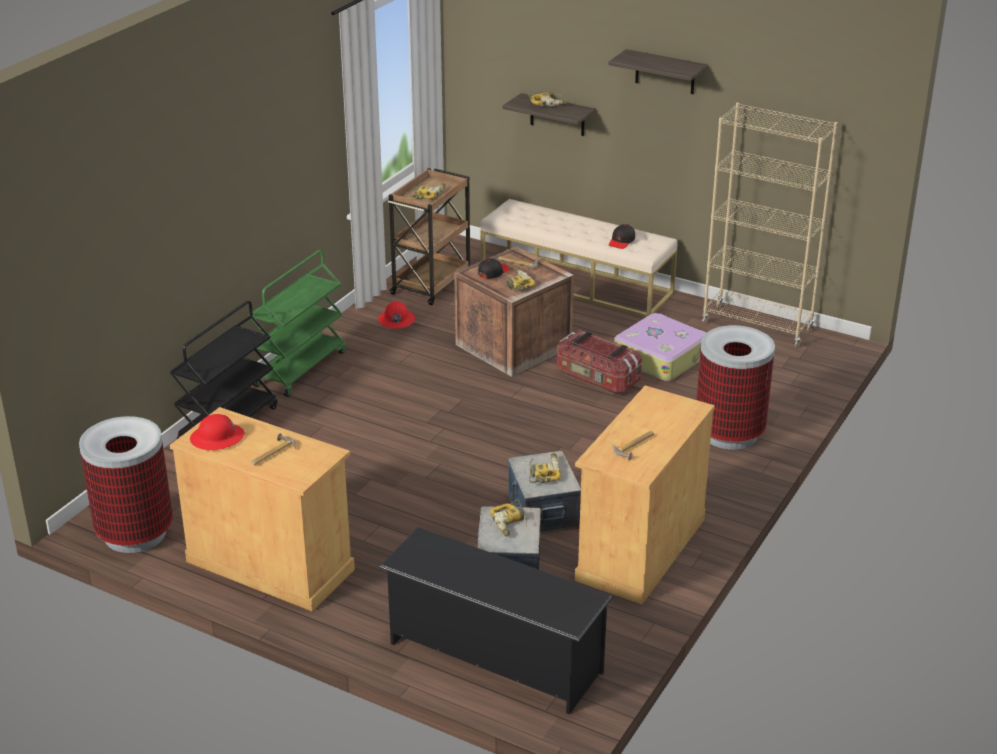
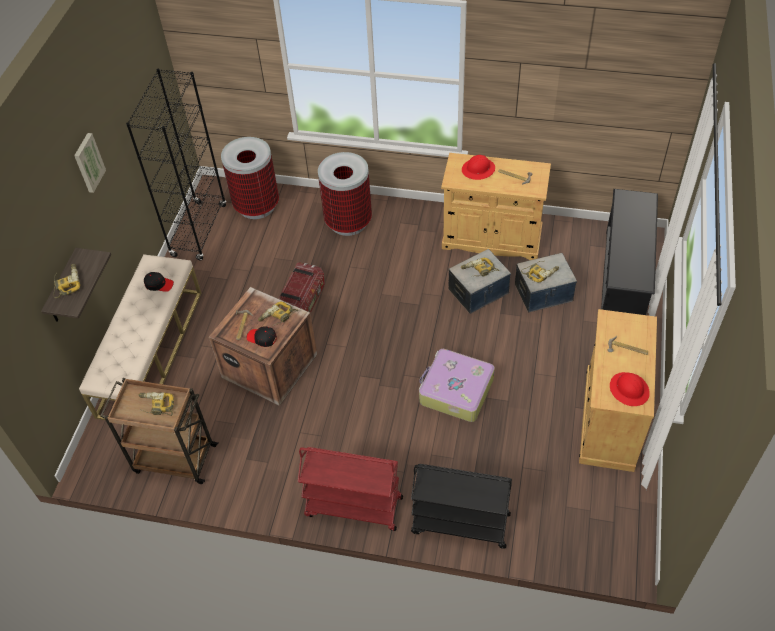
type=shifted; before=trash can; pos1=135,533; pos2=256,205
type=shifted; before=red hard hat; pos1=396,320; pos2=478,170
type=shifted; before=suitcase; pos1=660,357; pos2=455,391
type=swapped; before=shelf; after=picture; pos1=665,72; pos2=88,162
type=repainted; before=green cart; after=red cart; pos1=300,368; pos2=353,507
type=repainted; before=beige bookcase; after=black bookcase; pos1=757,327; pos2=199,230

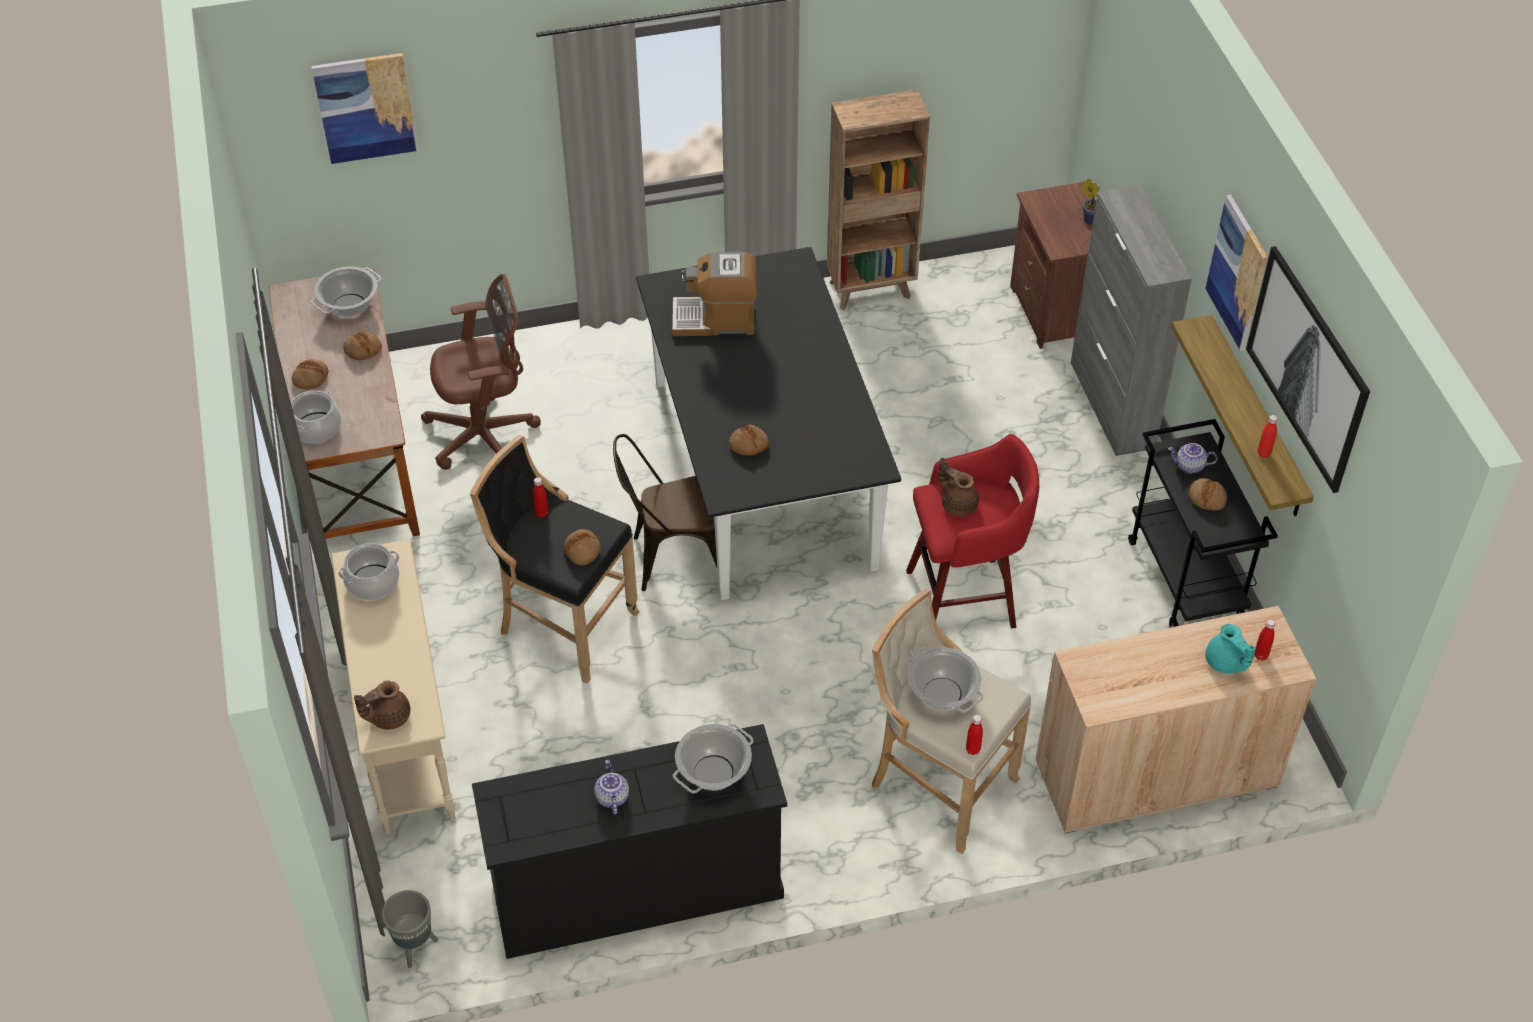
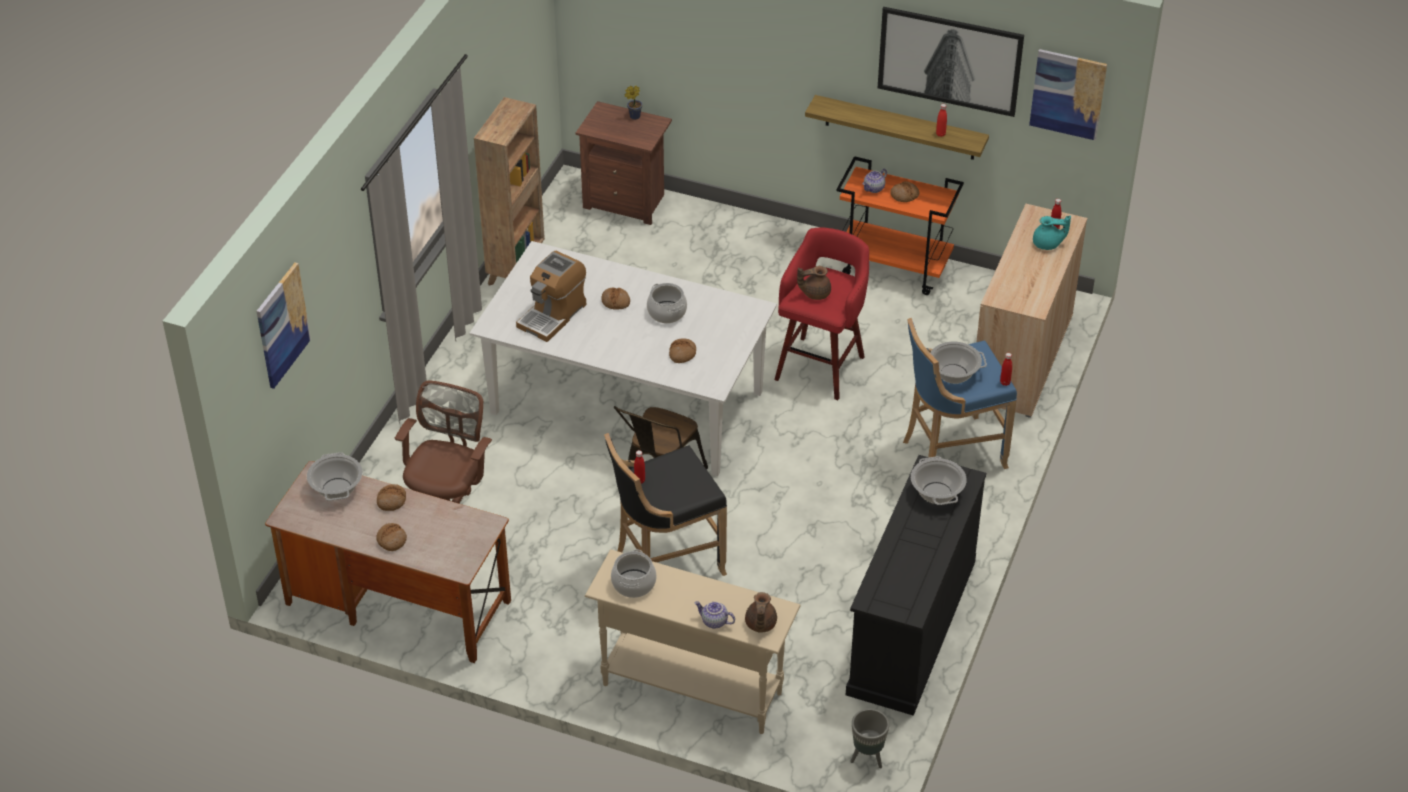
type=gone; before=grey cabinet; pos1=1112,405
type=shifted; before=cooking pot; pos1=316,427; pos2=666,312
type=shifted; before=bread; pos1=582,550; pos2=615,301
type=shifted; before=teapot; pos1=611,797; pos2=714,622
type=shifted; before=picture; pos1=1237,272; pos2=1068,94
type=repainted; before=black dining table; after=white dining table; pos1=764,472; pos2=627,402
type=repainted; before=beige stool; after=blue stool; pos1=937,784; pos2=950,452
type=repainted; before=black cart; after=orange cart; pos1=1186,579; pos2=895,267

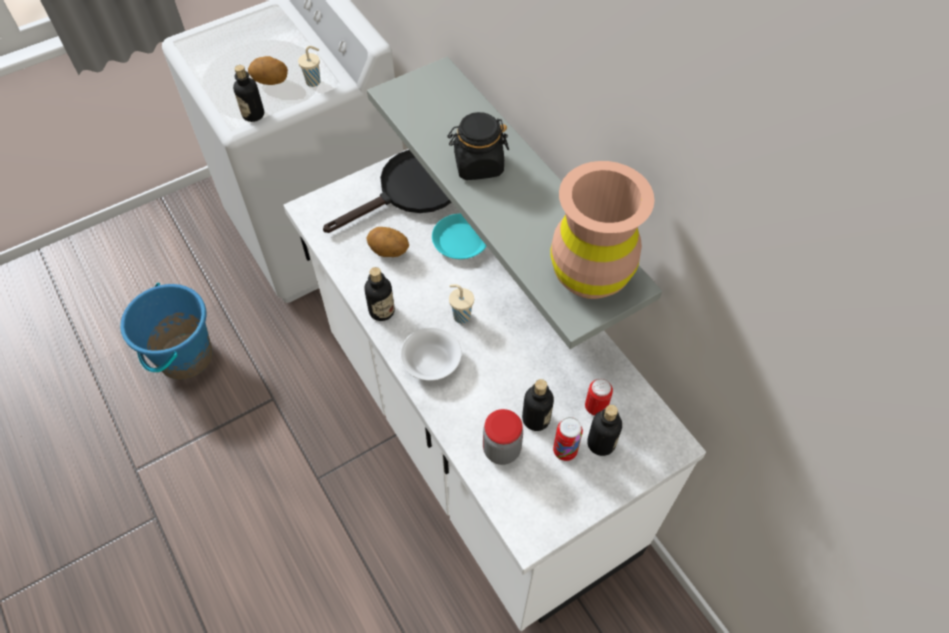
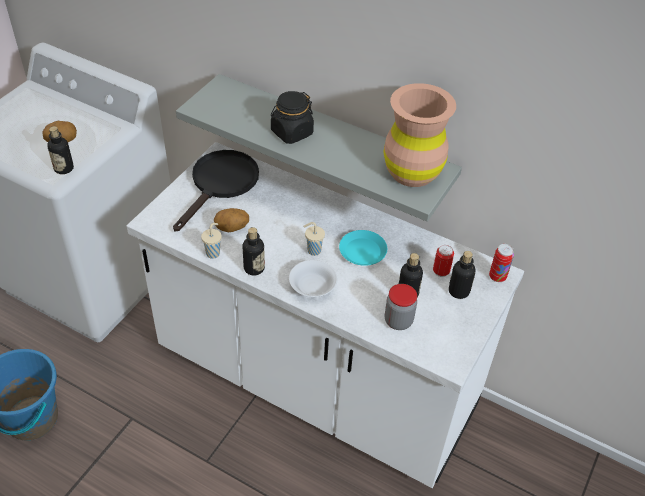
type=shifted; before=beige cup; pos1=314,81; pos2=213,253
type=shifted; before=turquoise plate; pos1=460,240; pos2=363,251
type=shifted; before=can; pos1=565,451; pos2=497,277

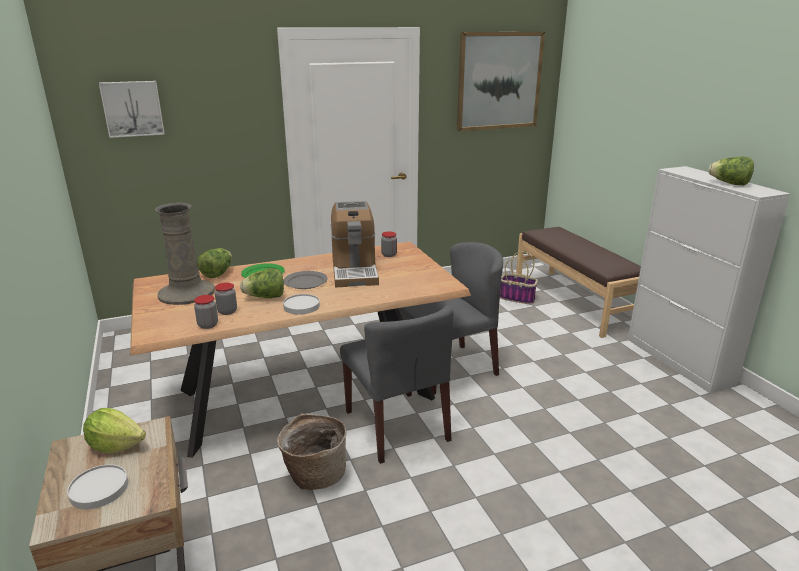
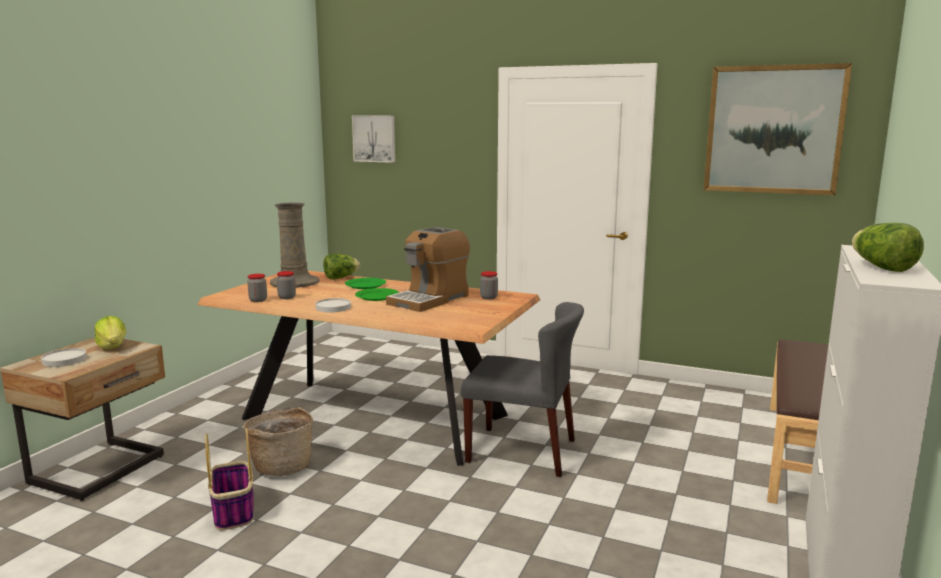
type=gone; before=lettuce; pos1=265,297
type=gone; before=grey chair; pos1=397,426
type=shifted; before=basket; pos1=517,298; pos2=233,512
type=repainted; before=grey plate; after=green plate; pos1=305,282; pos2=377,296

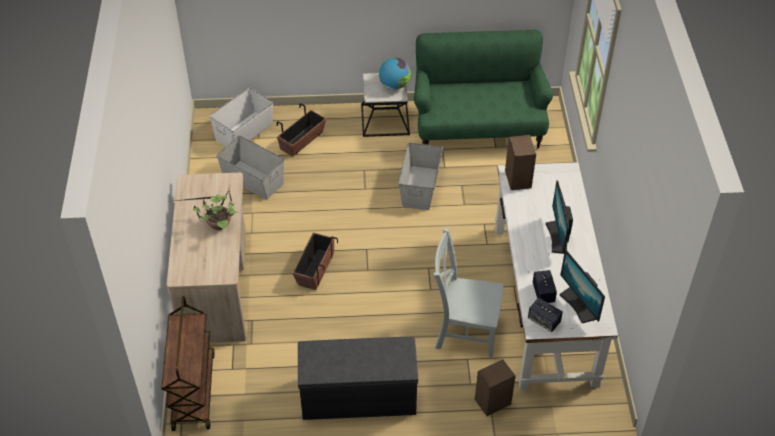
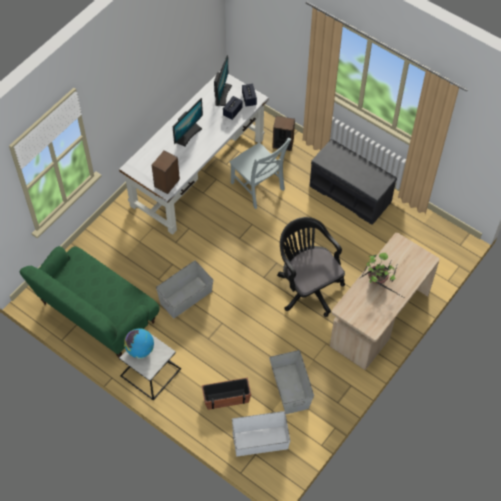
type=gone; before=brown cart; pos1=193,390
type=swapped; before=planter; after=black office chair; pos1=315,269; pos2=307,286

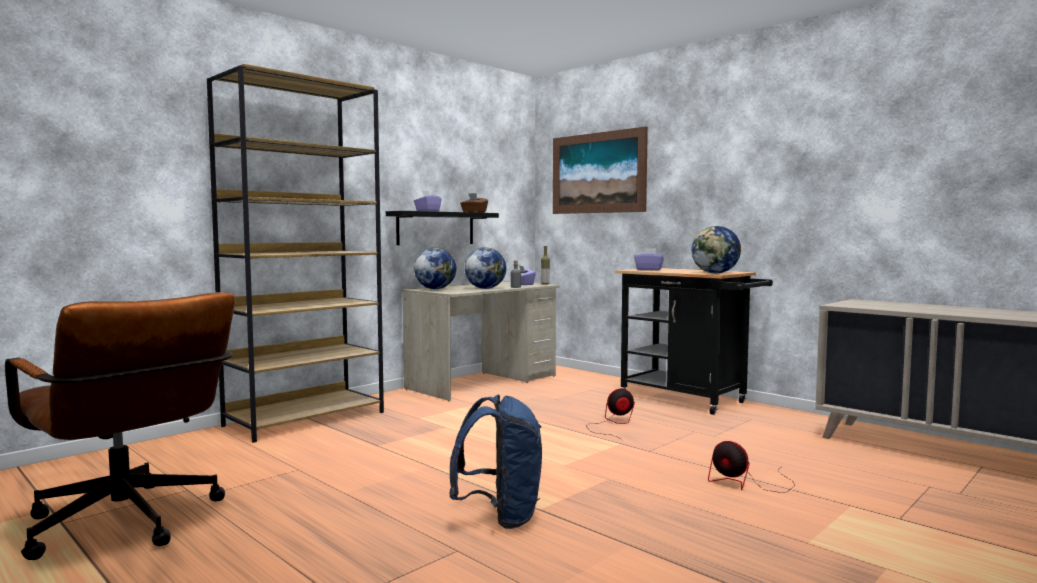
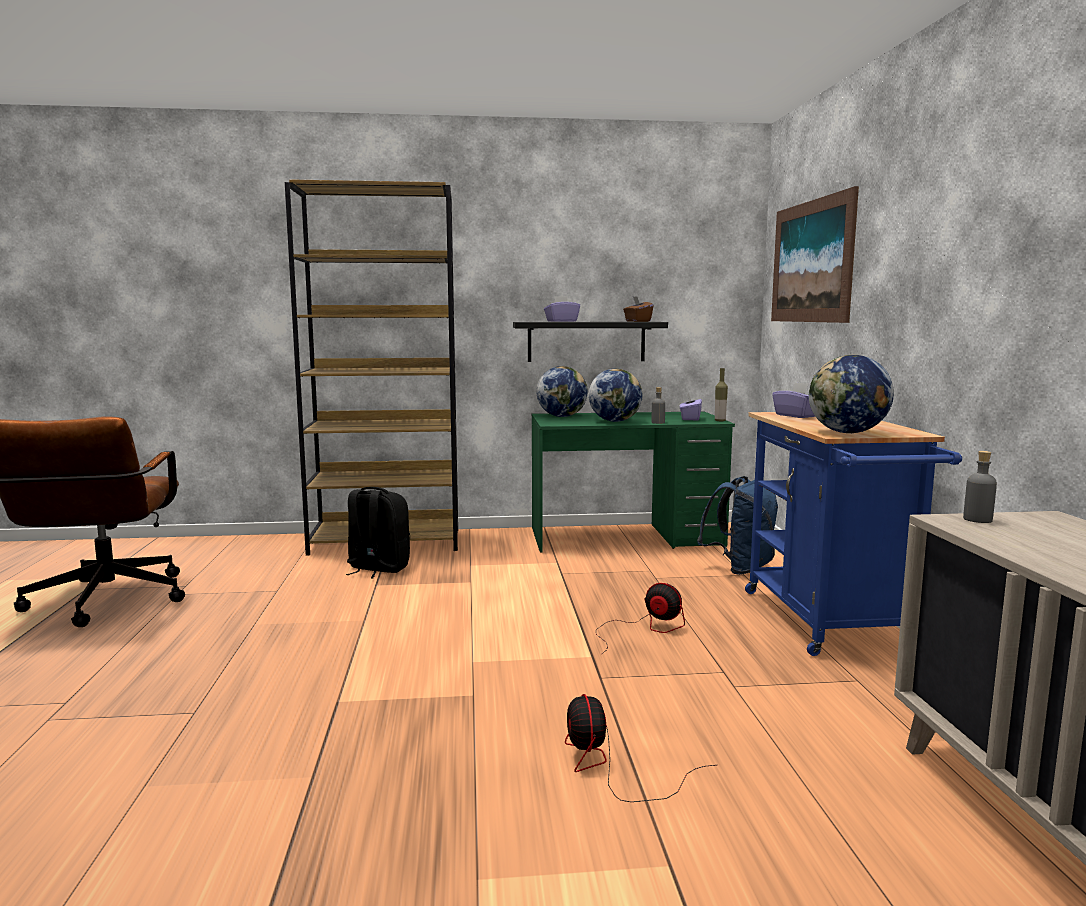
type=new; after=black backpack; pos2=377,568
type=new; after=grey bottle; pos2=977,519
type=shifted; before=blue backpack; pos1=500,516; pos2=740,568
type=repainted; before=beige desk; after=green desk; pos1=483,382; pos2=625,537
type=repainted; before=black cart; after=blue cart; pos1=689,400; pos2=830,624

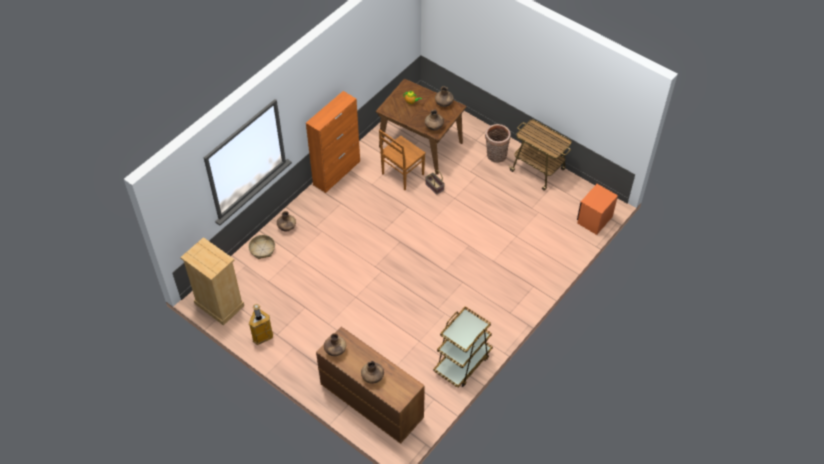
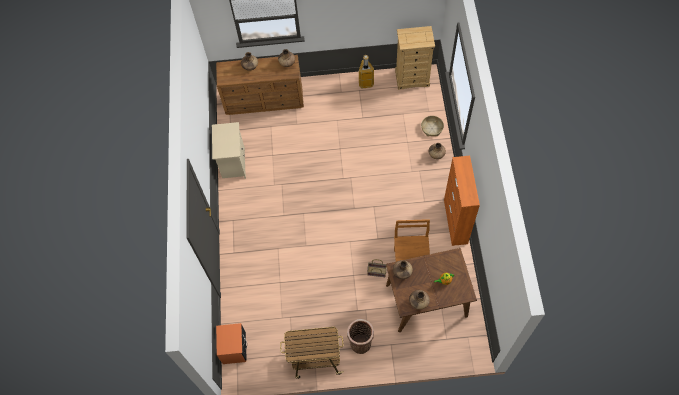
type=swapped; before=brown cart; after=beige nightstand; pos1=462,363; pos2=233,163

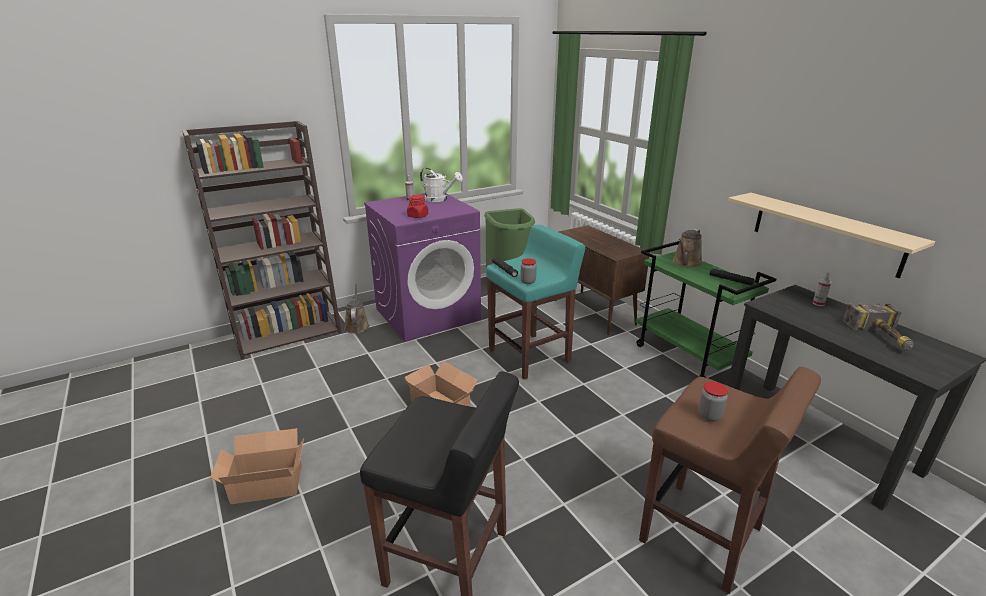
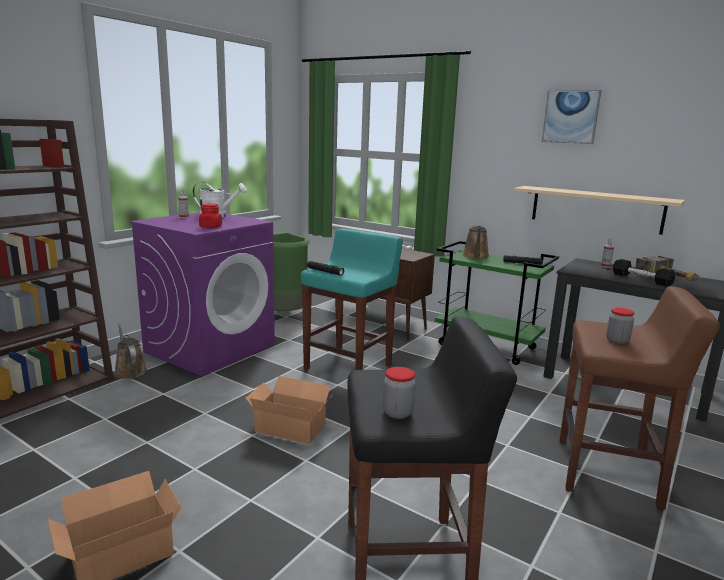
type=new; after=picture; pos2=570,117
type=new; after=black dumbbell; pos2=641,279
type=shifted; before=jar; pos1=528,281; pos2=397,413

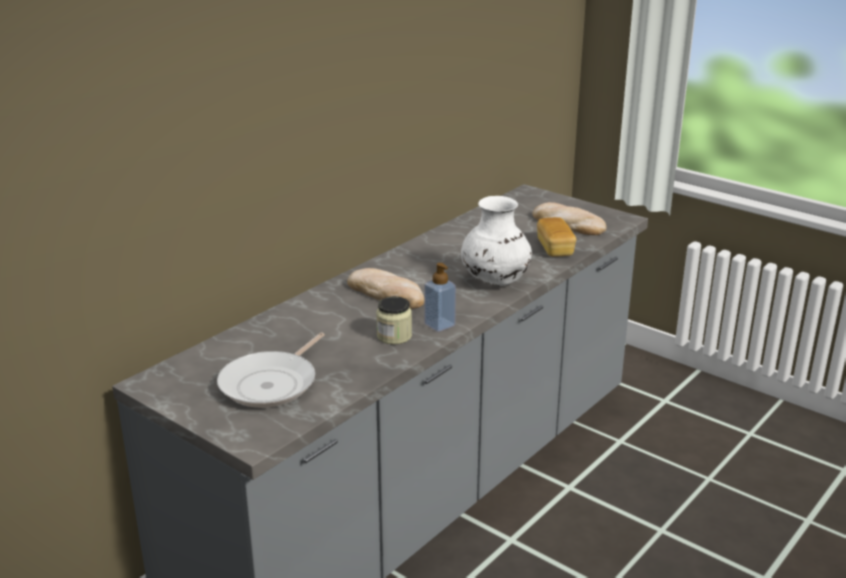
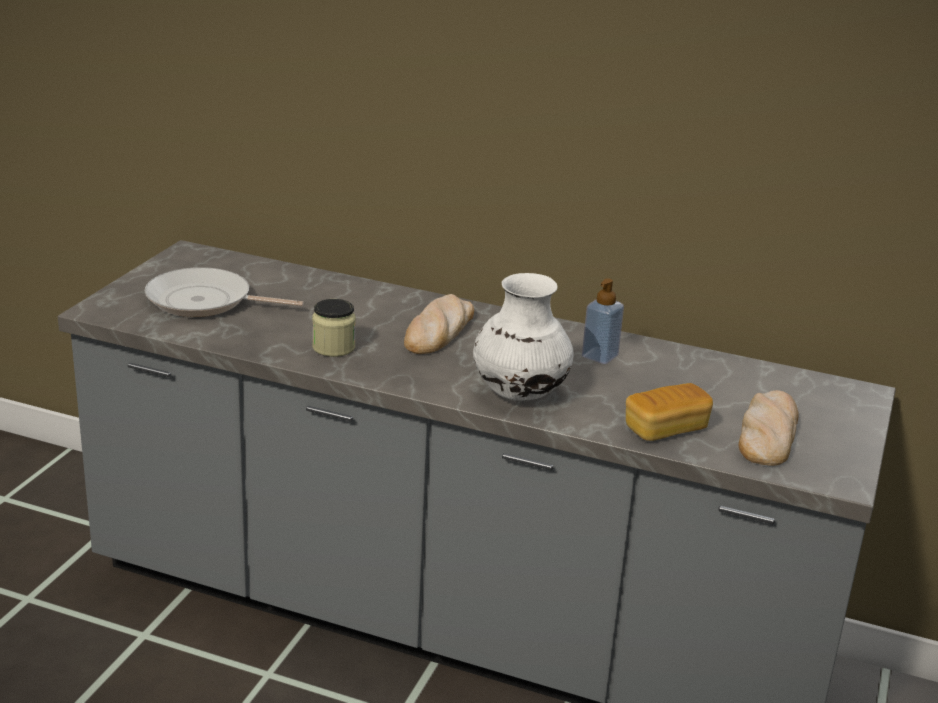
type=shifted; before=soap dispenser; pos1=439,325; pos2=600,356

